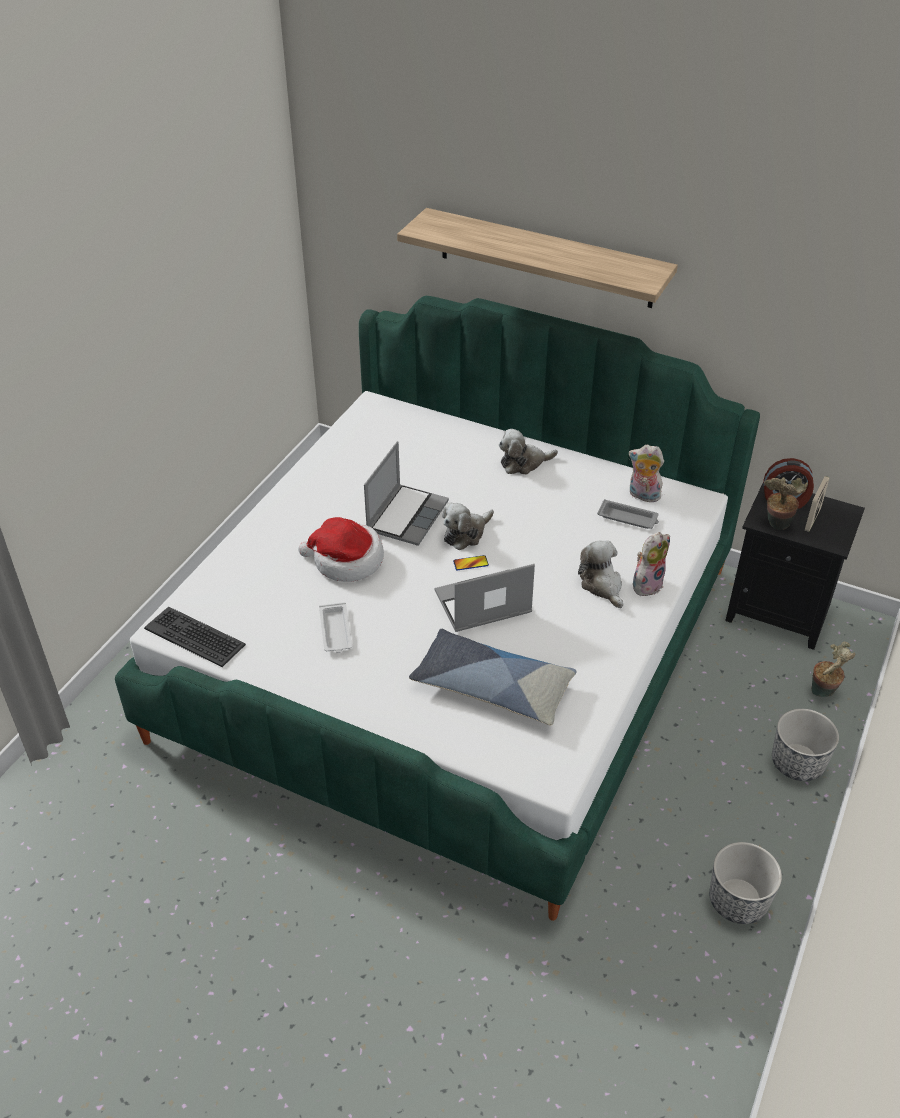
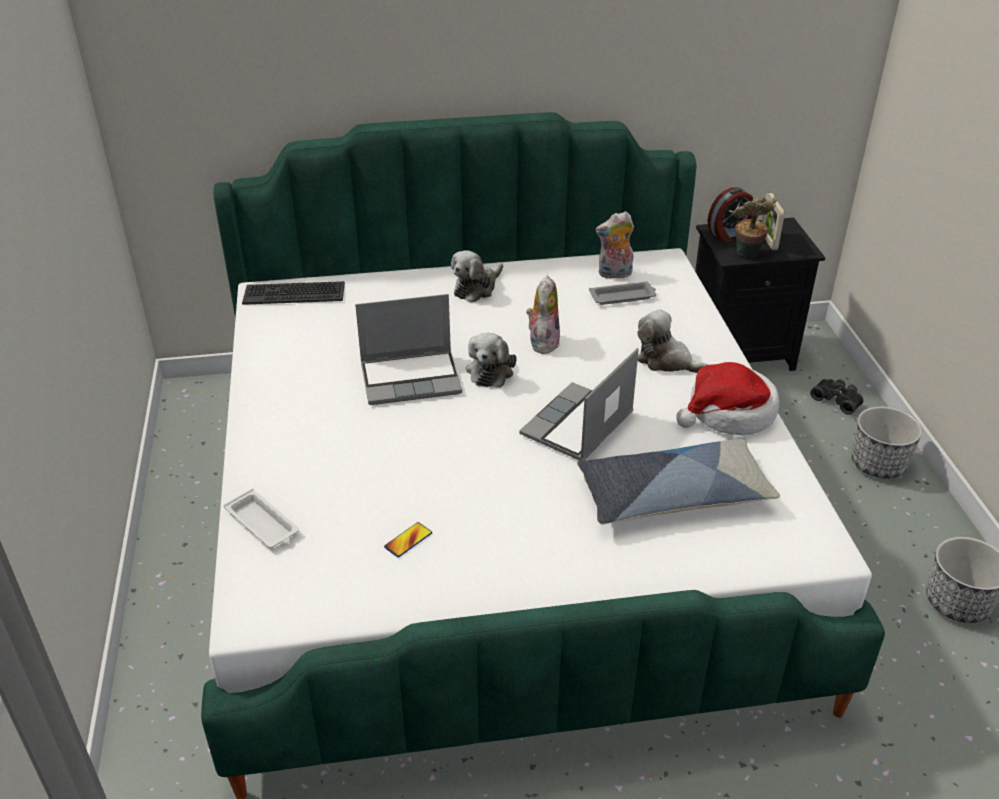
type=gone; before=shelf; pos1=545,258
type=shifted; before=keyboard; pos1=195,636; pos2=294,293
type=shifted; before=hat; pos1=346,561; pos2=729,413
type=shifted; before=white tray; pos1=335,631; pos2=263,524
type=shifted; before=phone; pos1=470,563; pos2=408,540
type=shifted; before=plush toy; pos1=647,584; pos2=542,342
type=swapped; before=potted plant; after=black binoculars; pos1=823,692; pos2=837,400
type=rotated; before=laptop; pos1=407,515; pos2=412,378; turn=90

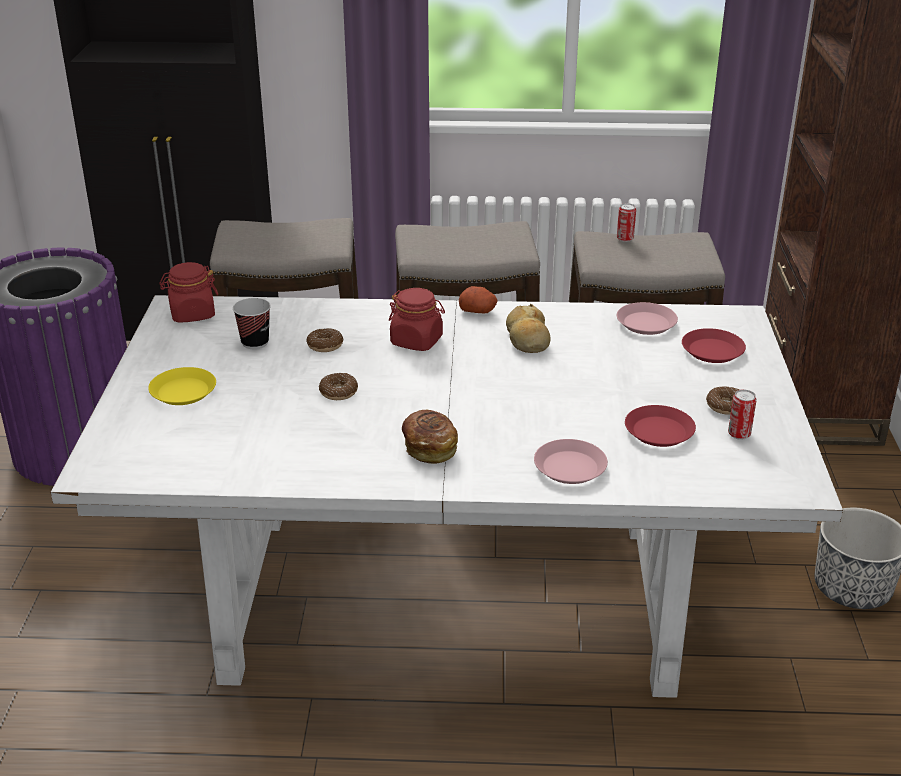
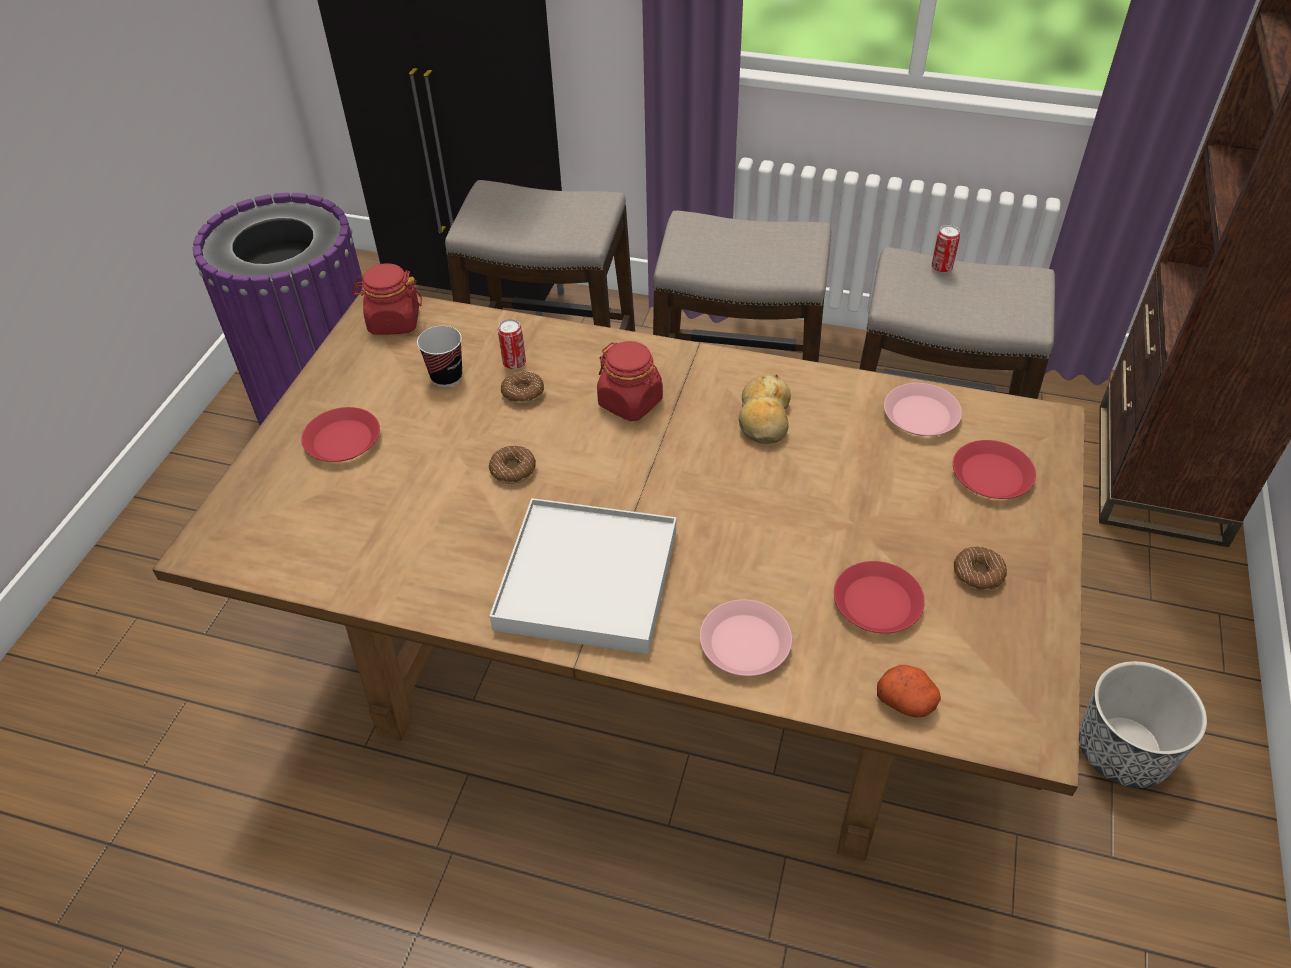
type=shifted; before=potato; pos1=478,311; pos2=907,701
type=shifted; before=can; pos1=739,434; pos2=514,363
type=swapped; before=bread; after=white tray; pos1=429,448; pos2=587,579
type=repainted; before=white dining table; after=brown dining table; pos1=453,598; pos2=654,672
type=repainted; before=yellow plate; after=red plate; pos1=183,391; pos2=343,440

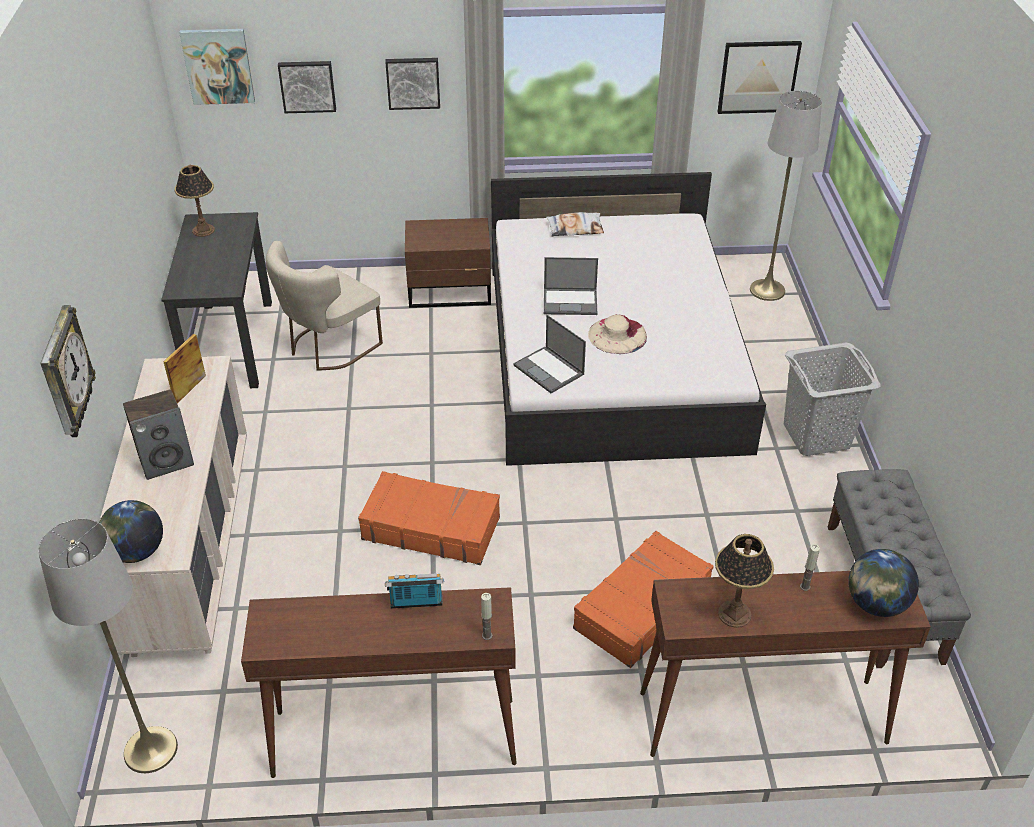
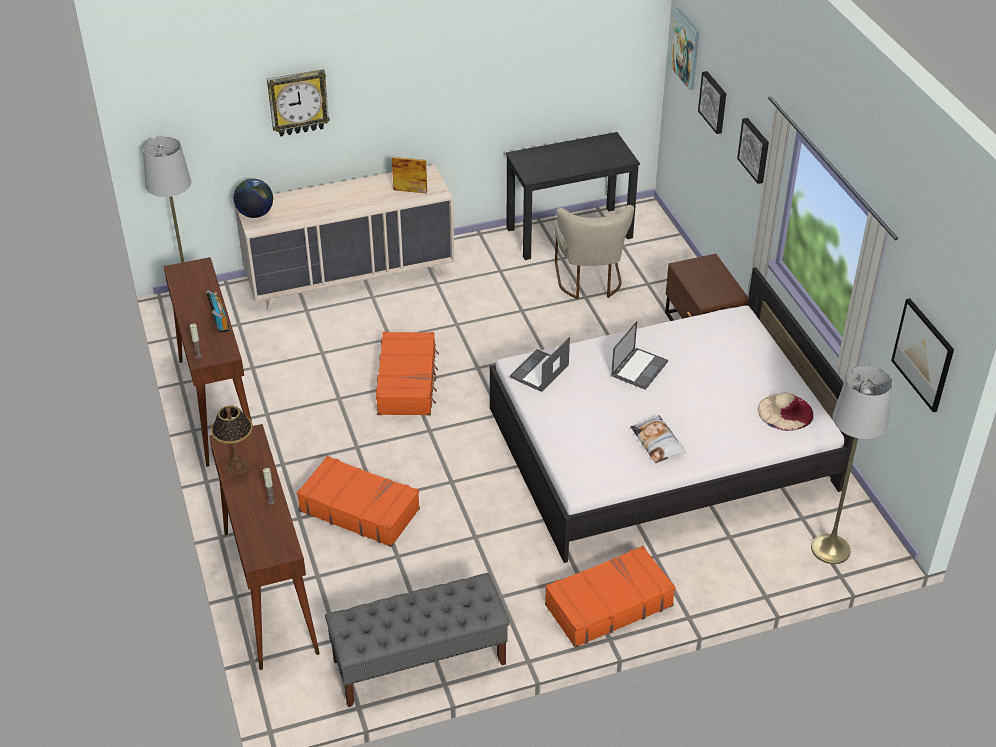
type=gone; before=speaker; pos1=167,461
type=gone; before=table lamp; pos1=203,230
type=gone; before=globe; pos1=876,604
type=shifted; before=pillow; pos1=575,228; pos2=657,443
type=shifted; before=beige hat; pos1=617,335; pos2=785,411
type=swapped; before=grey laundry basket; after=orange suitcase; pos1=817,436; pos2=608,605
type=rotated; before=beige chair; pos1=328,347; pos2=589,282; turn=-120
type=rotated; before=laptop; pos1=571,301; pos2=639,368; turn=-135

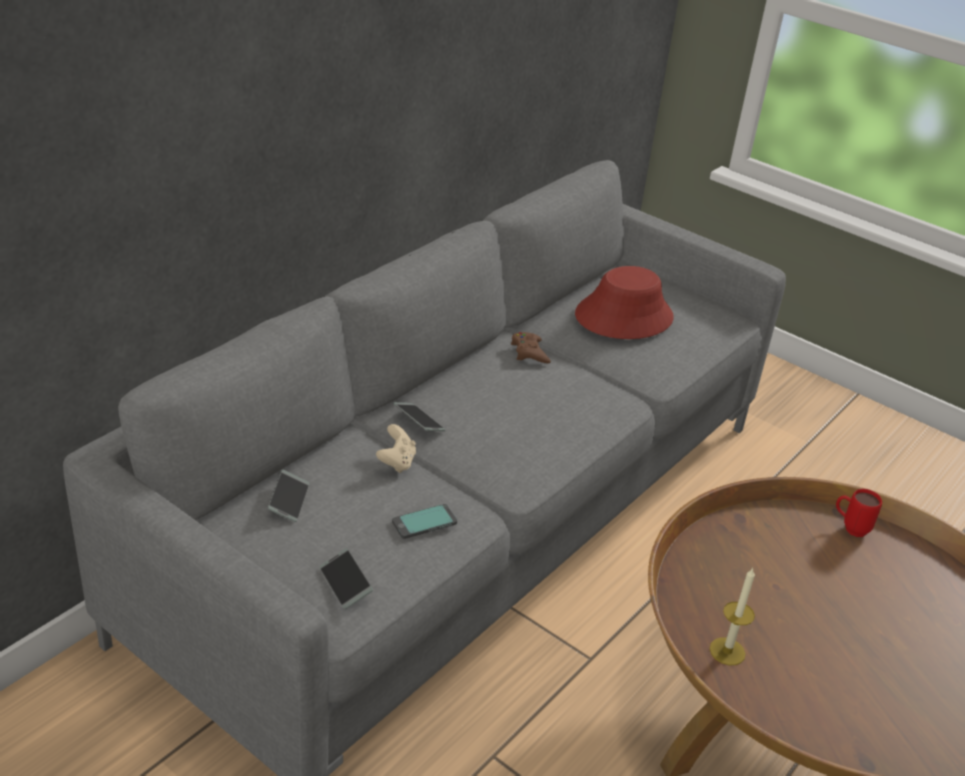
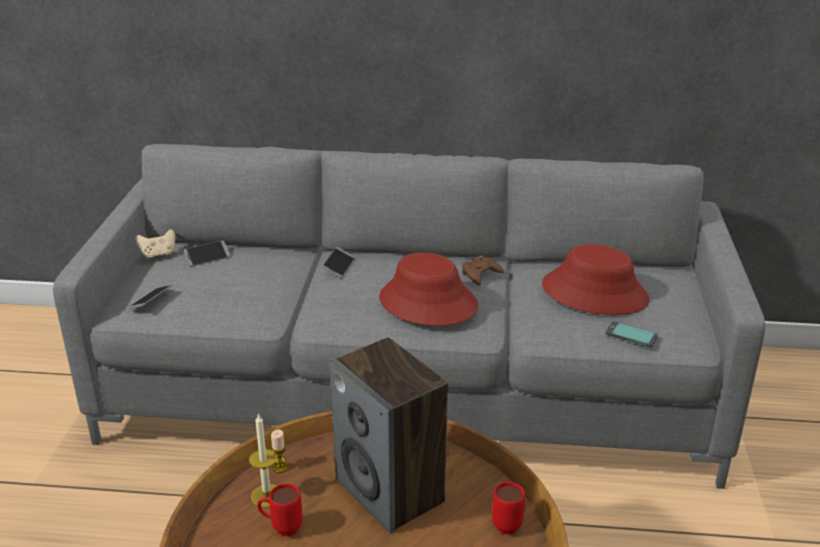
type=new; after=red mug; pos2=281,528
type=new; after=candle; pos2=280,467
type=new; after=speaker; pos2=391,491
type=new; after=red hat; pos2=427,303
type=shifted; before=beige game controller; pos1=396,462; pos2=158,254
type=shifted; before=phone; pos1=424,523; pos2=631,335

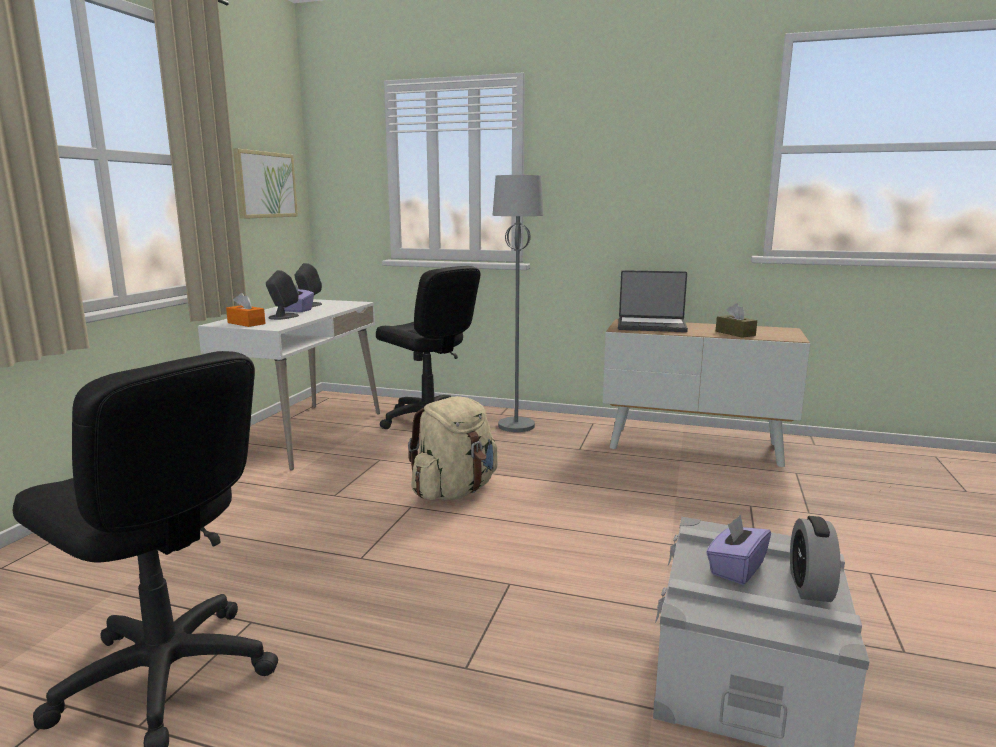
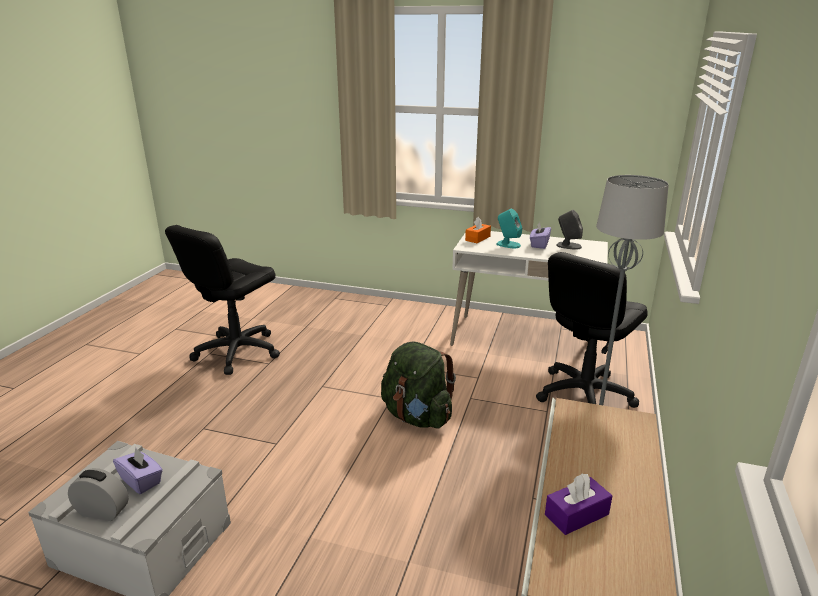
type=gone; before=picture; pos1=265,185
type=gone; before=laptop; pos1=651,326
type=repainted; before=grey speaker; after=turquoise speaker; pos1=283,317; pos2=508,244
type=repainted; before=beige backpack; after=green backpack; pos1=454,491; pos2=417,416
type=repainted; before=brown tissue box; after=purple tissue box; pos1=735,333; pos2=576,514

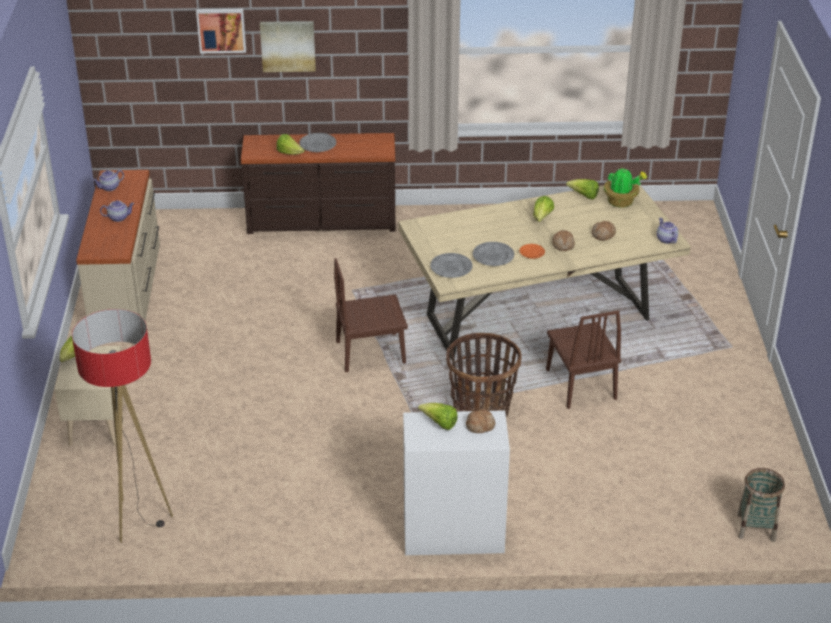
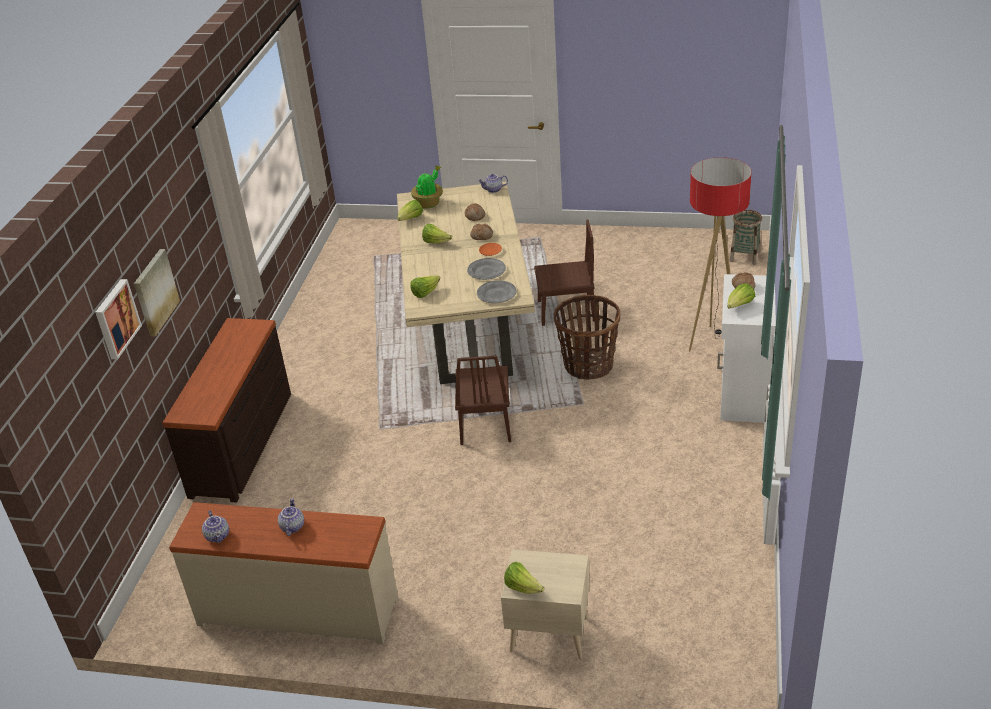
type=gone; before=grey plate; pos1=318,145
type=shifted; before=floor lamp; pos1=139,520; pos2=712,342
type=shifted; before=lettuce; pos1=289,153; pos2=425,293

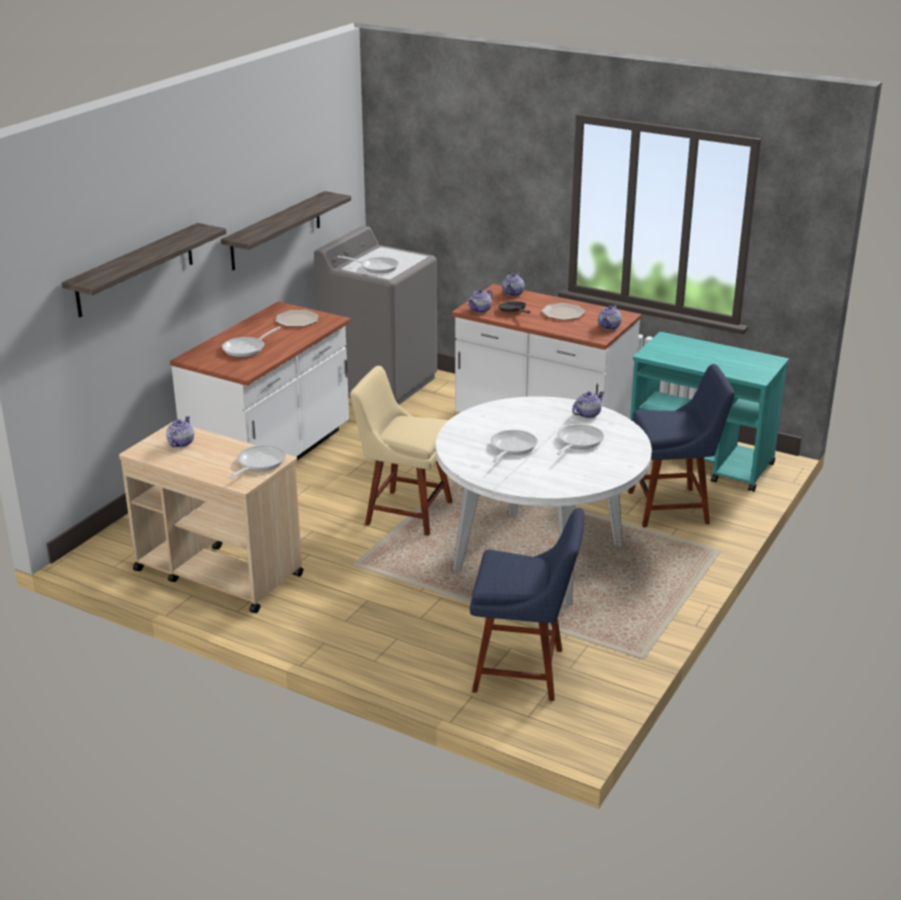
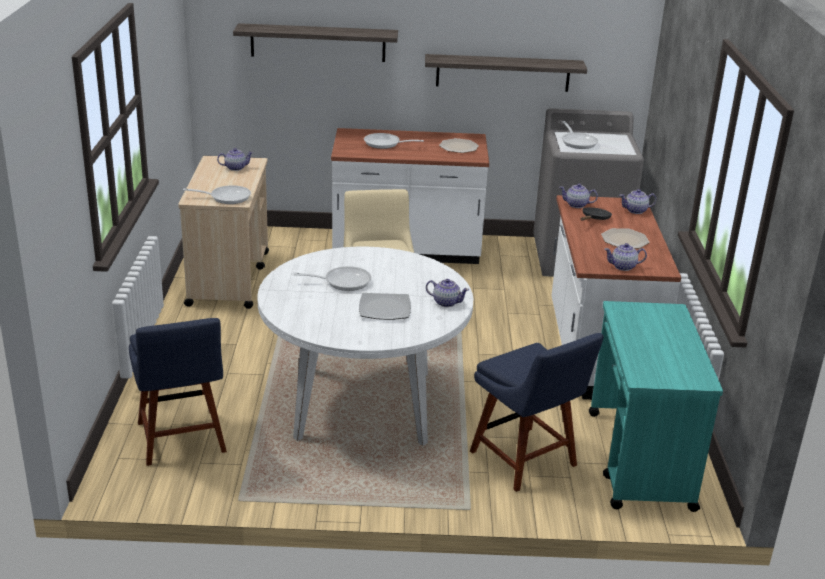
type=swapped; before=frying pan; after=plate; pos1=577,442; pos2=384,308

